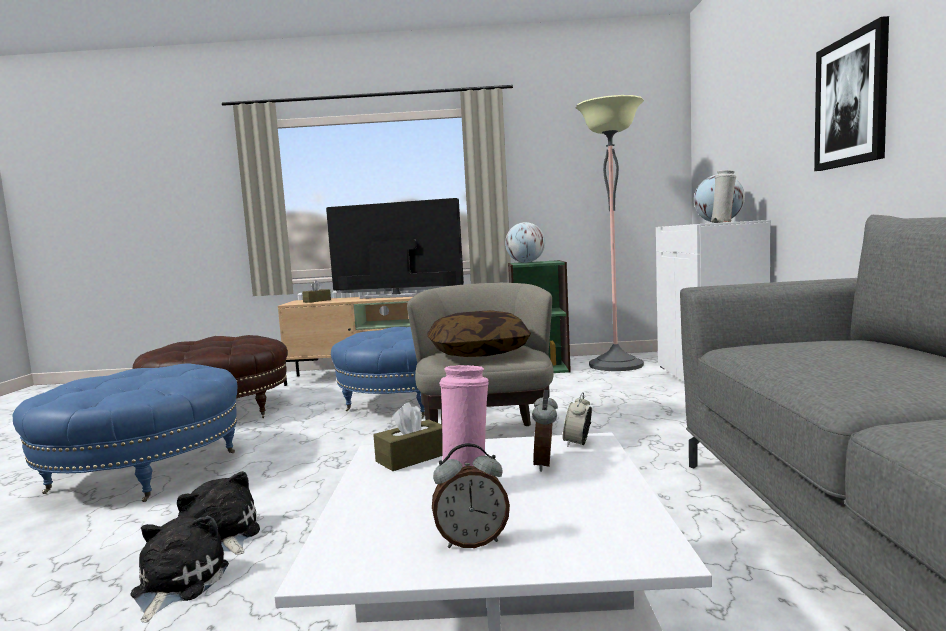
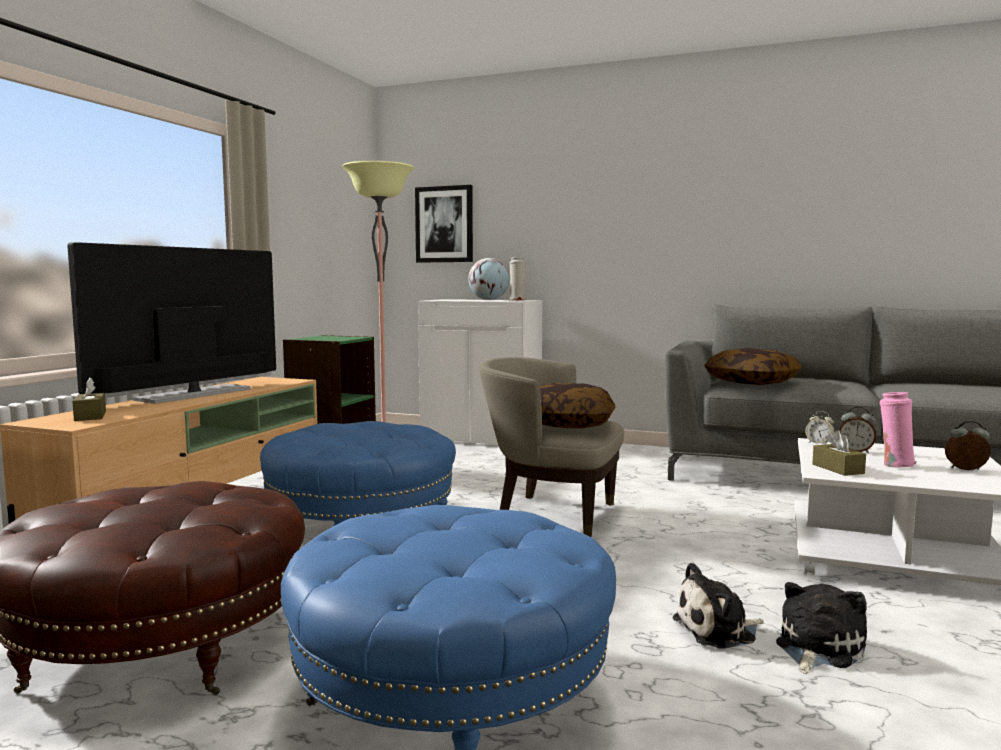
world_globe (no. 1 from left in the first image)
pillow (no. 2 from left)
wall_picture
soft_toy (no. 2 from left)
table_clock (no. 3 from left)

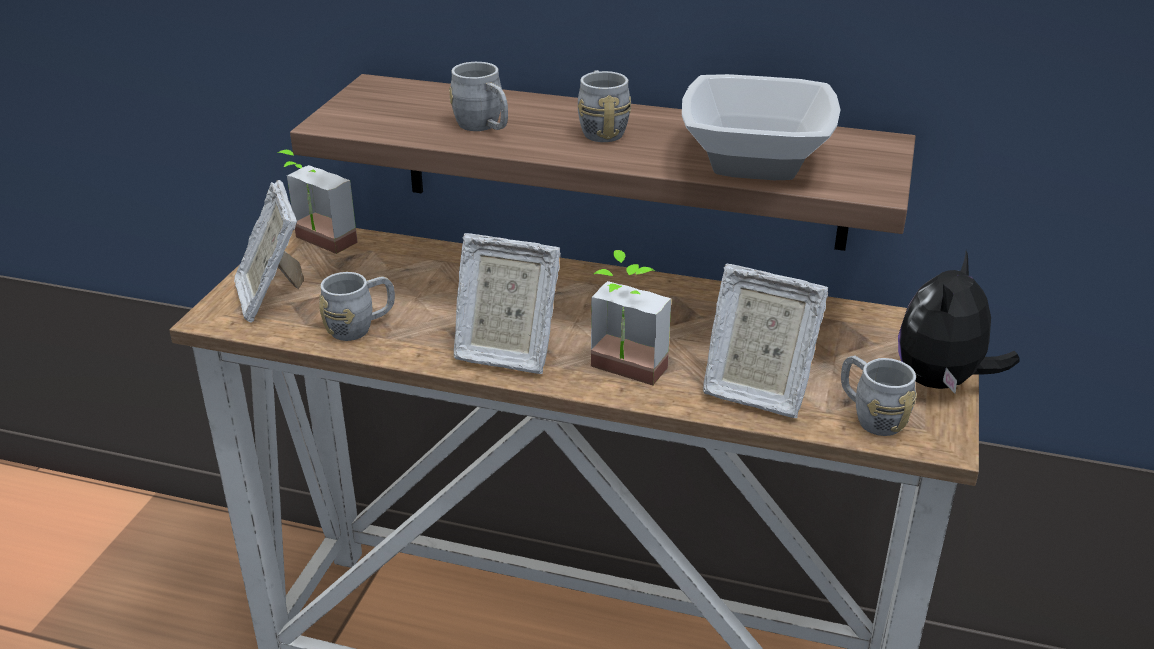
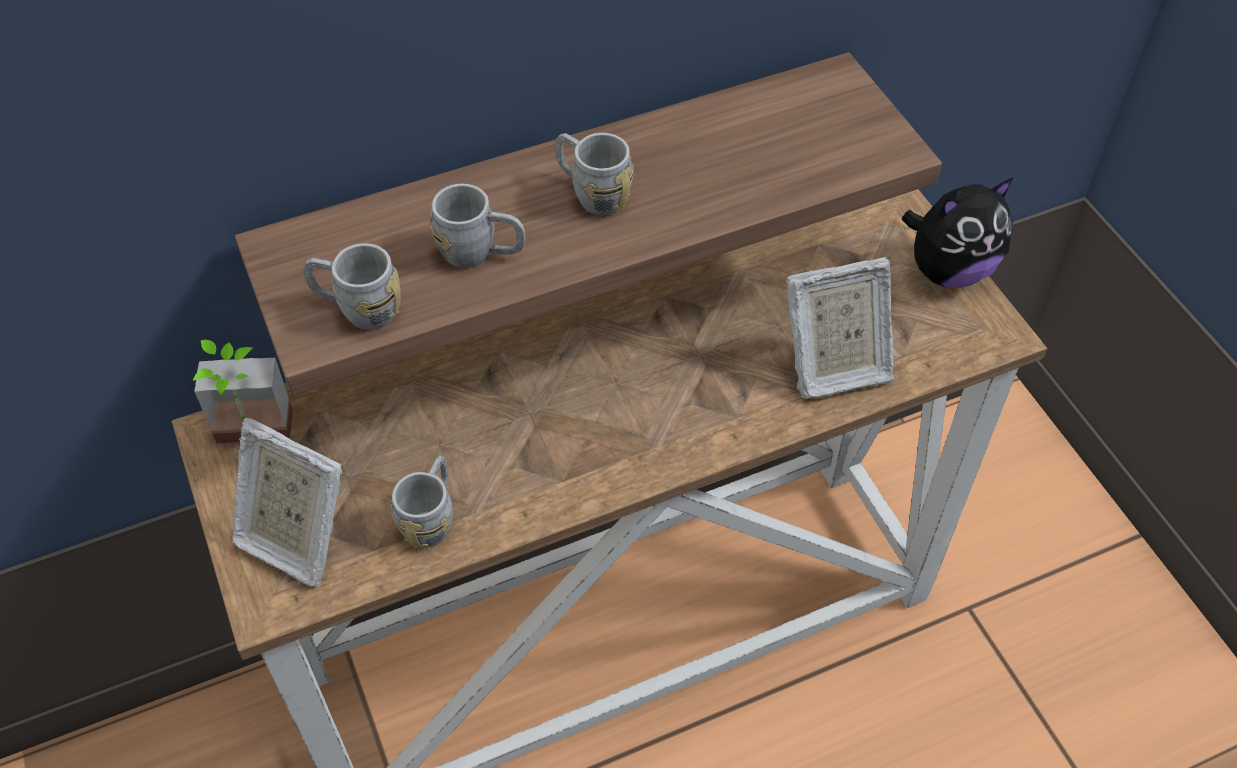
standing_frame (no. 2 from left in the first image)
plant_in_a_pot (no. 2 from left in the first image)
deep_dish
greyish_coffee_mug (no. 1 from left)
soft_toy

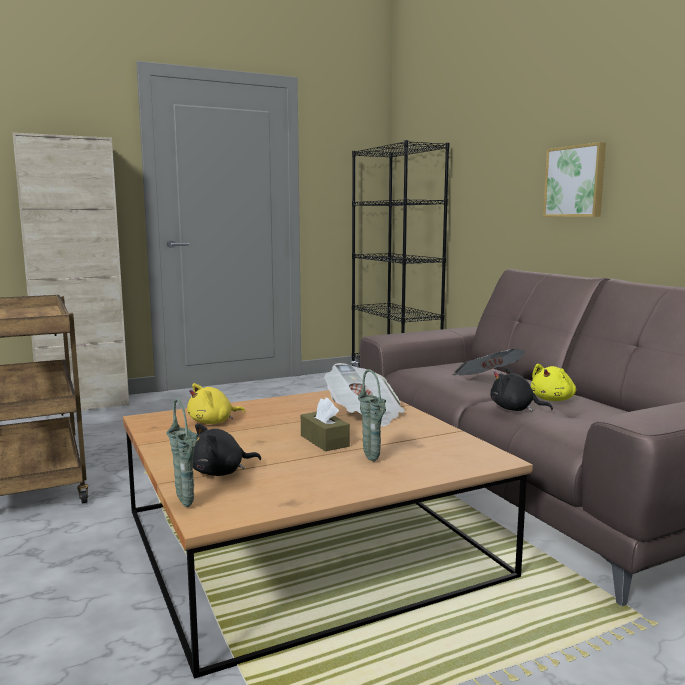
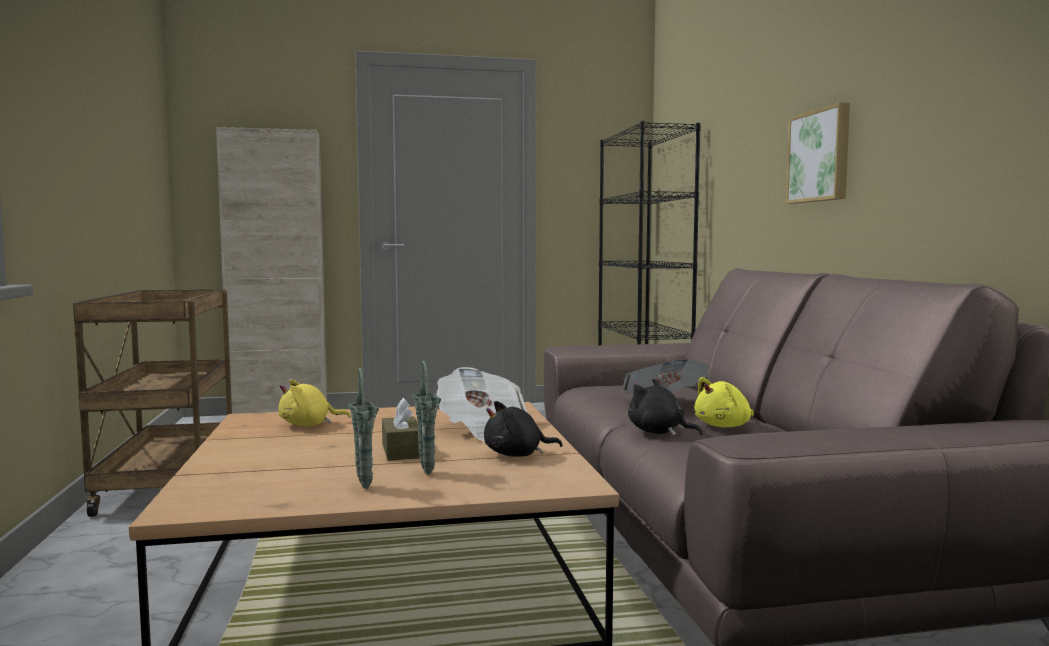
green_decorative_vase (no. 1 from left)
black-coloured_soft_toy (no. 1 from left)

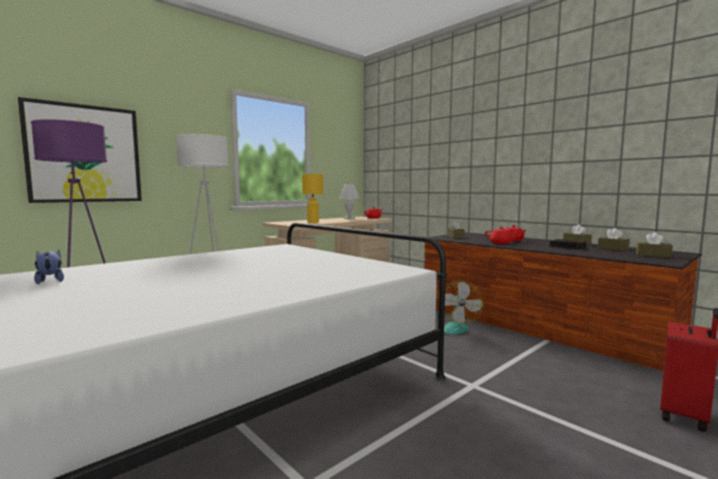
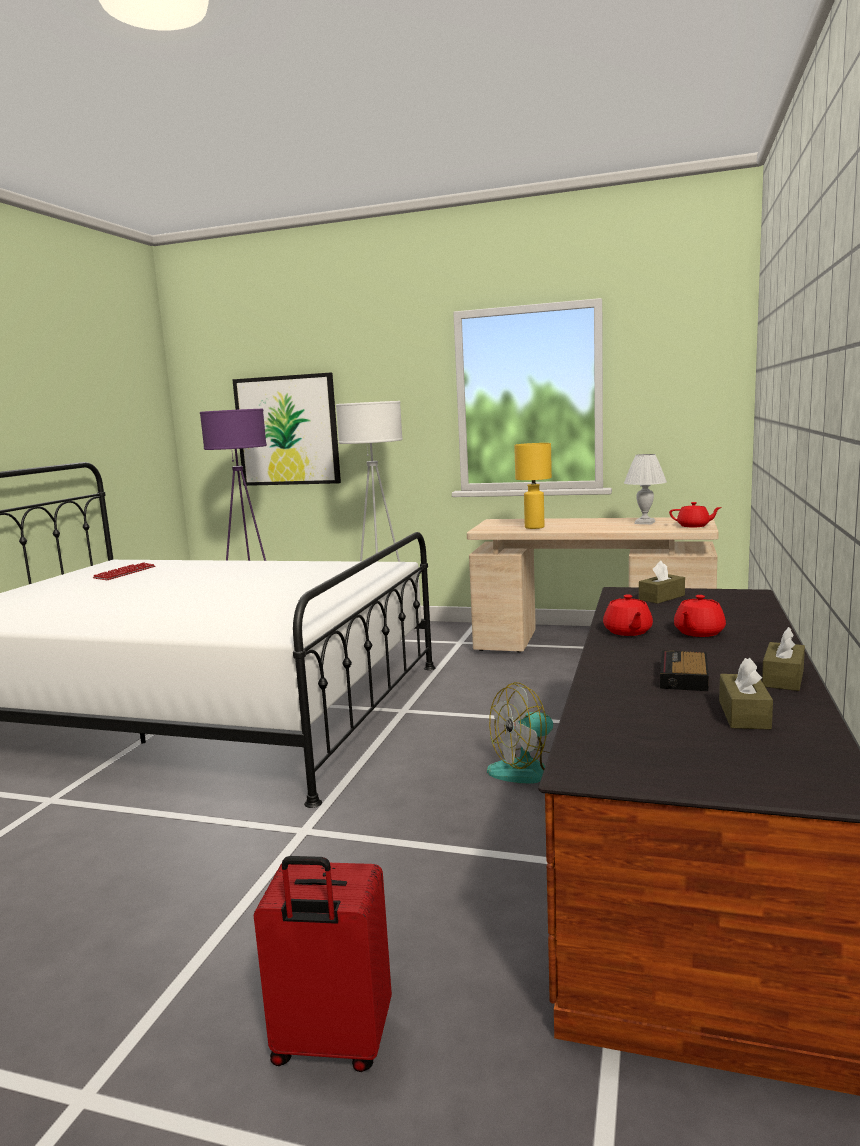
brown_tissue_box (no. 4 from left in the first image)
PC_keyboard

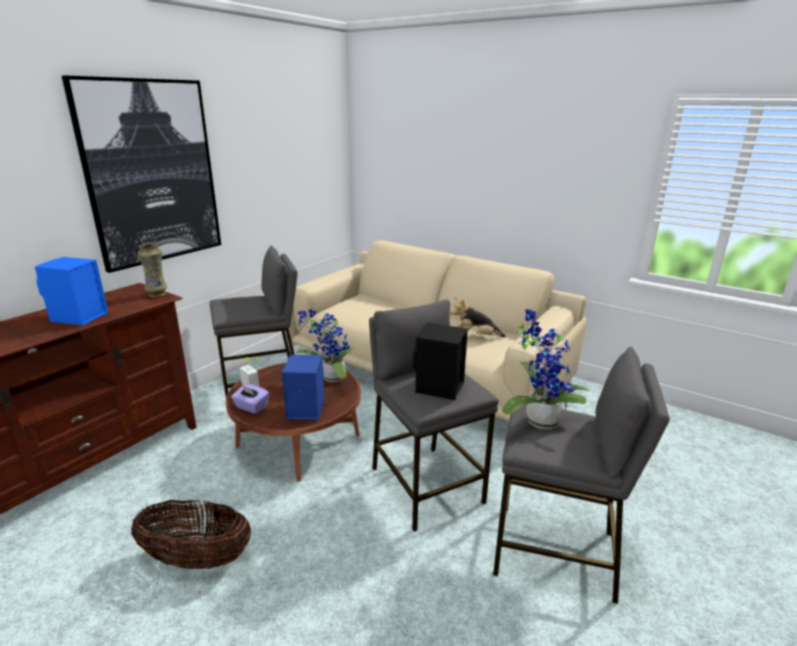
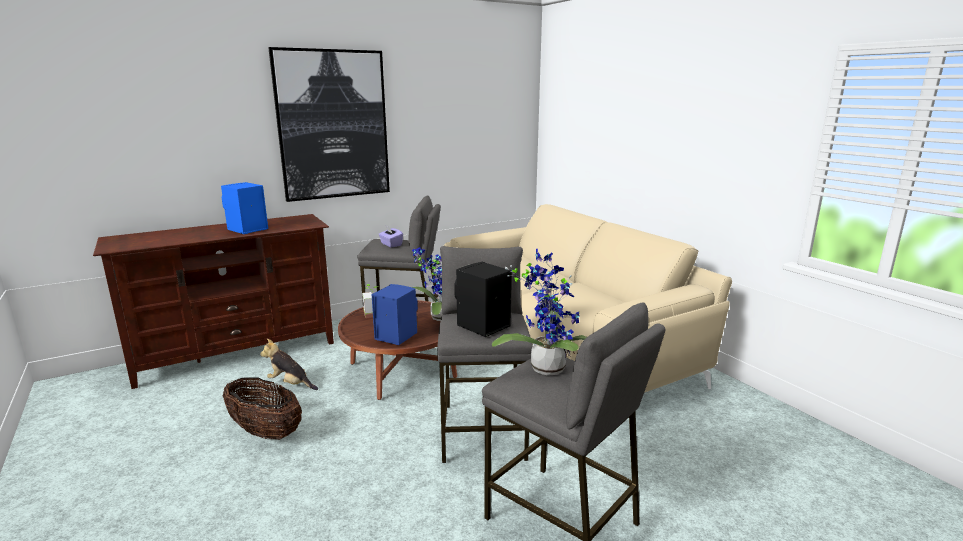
decorative_vase
purplish_tissue_box
soft_toy

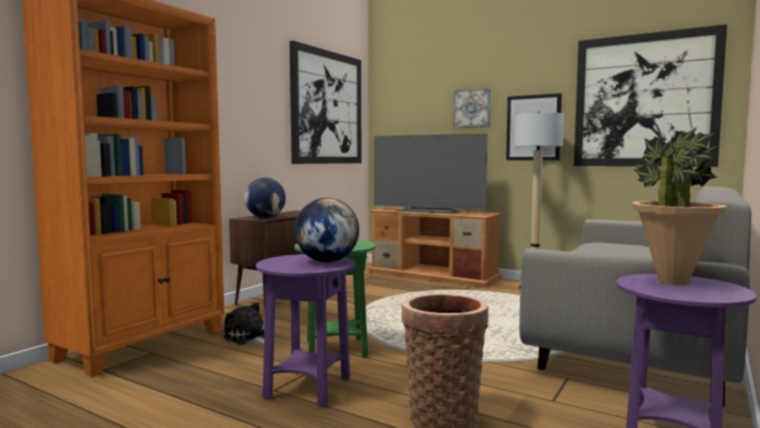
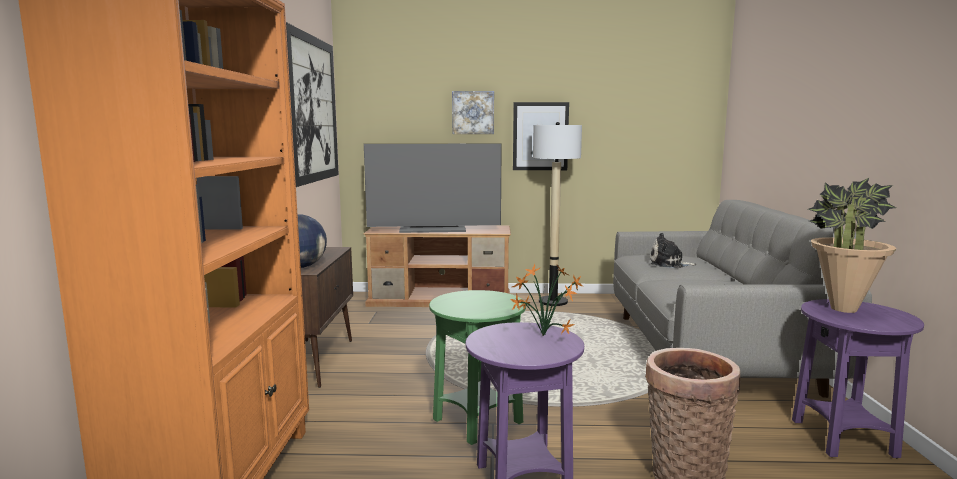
wall_picture (no. 4 from left in the first image)
soft_toy
plant_in_a_pot (no. 1 from left)

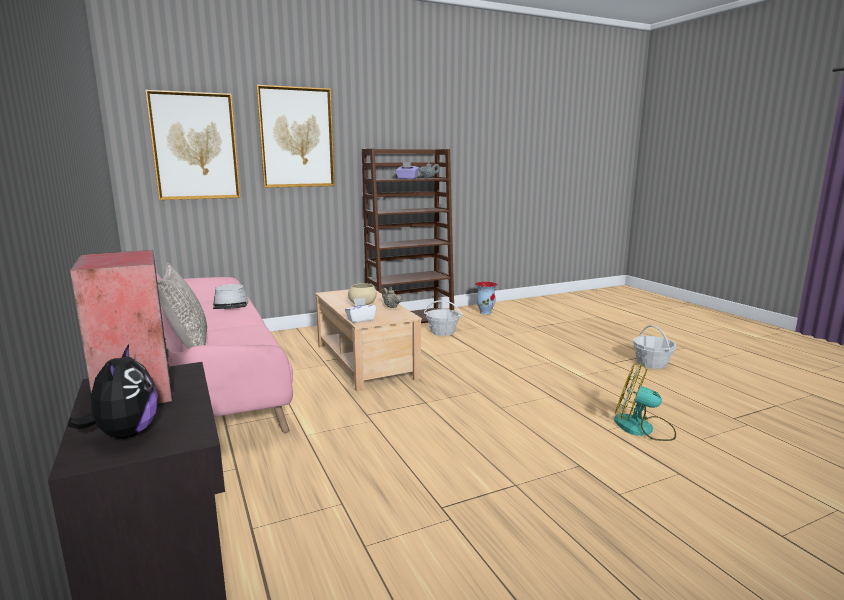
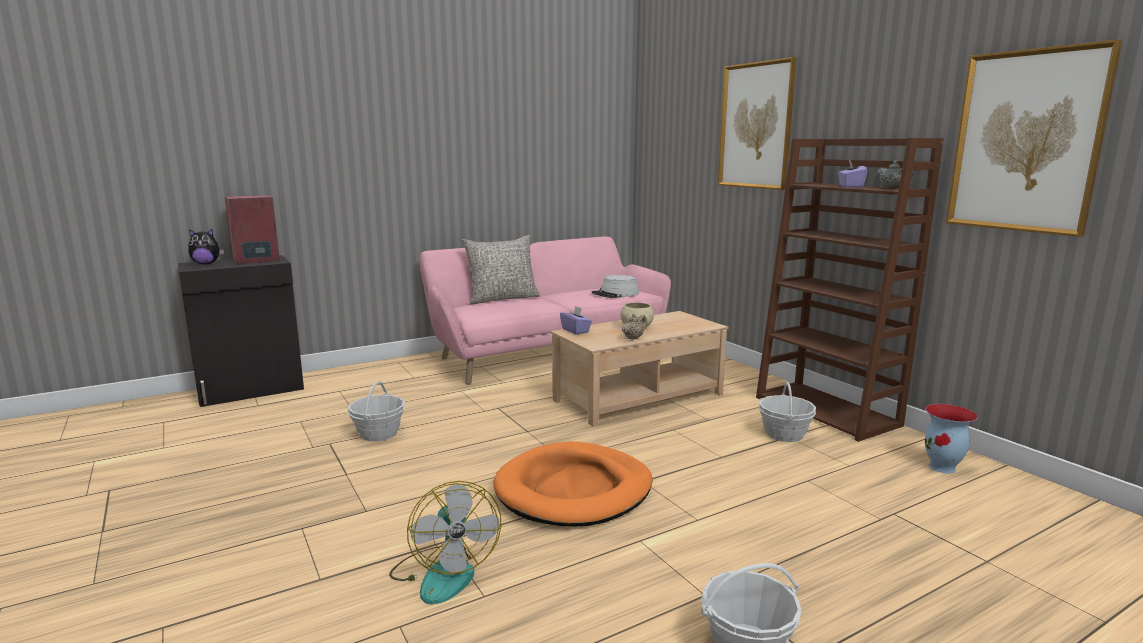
basket (no. 1 from left)
orangey_dog_bed
wall_picture (no. 2 from left)
purplish_tissue_box (no. 1 from left)
electric_fan

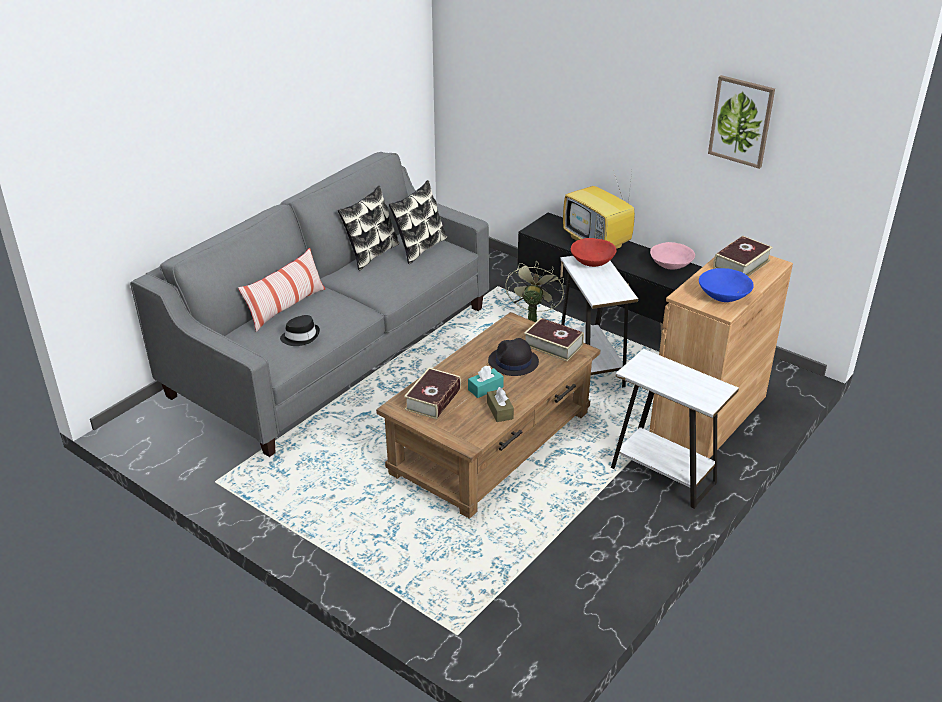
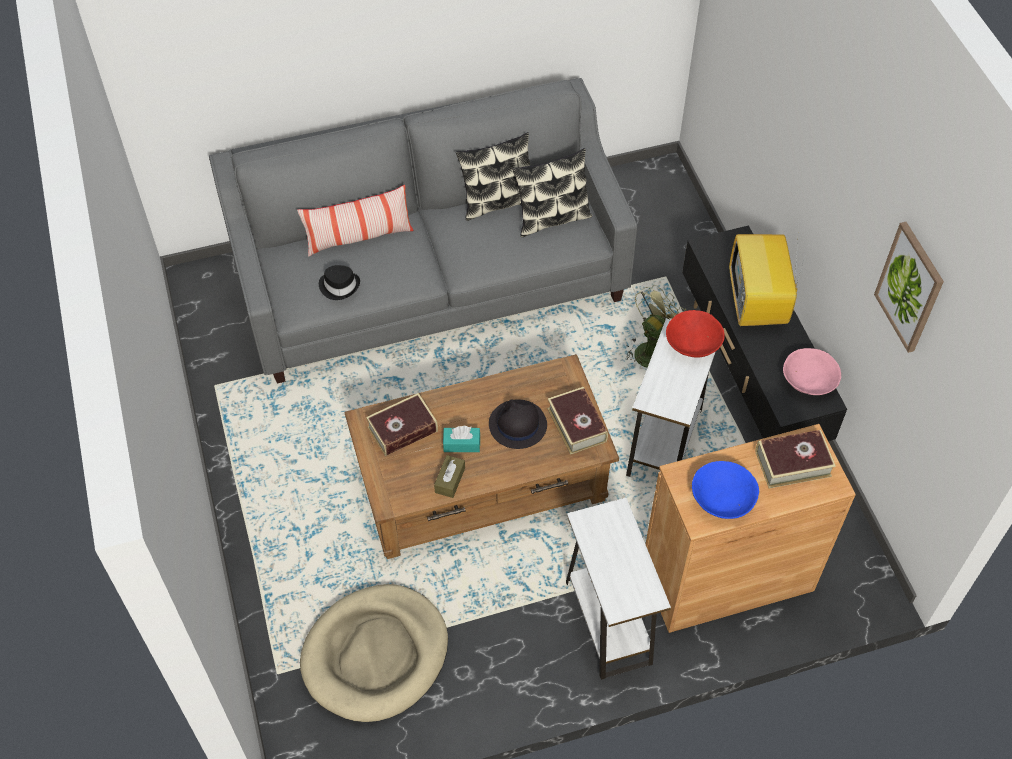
beige-coloured_dog_bed

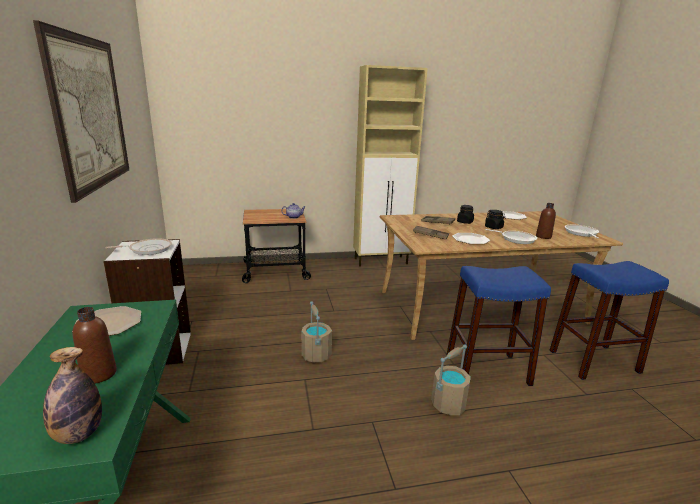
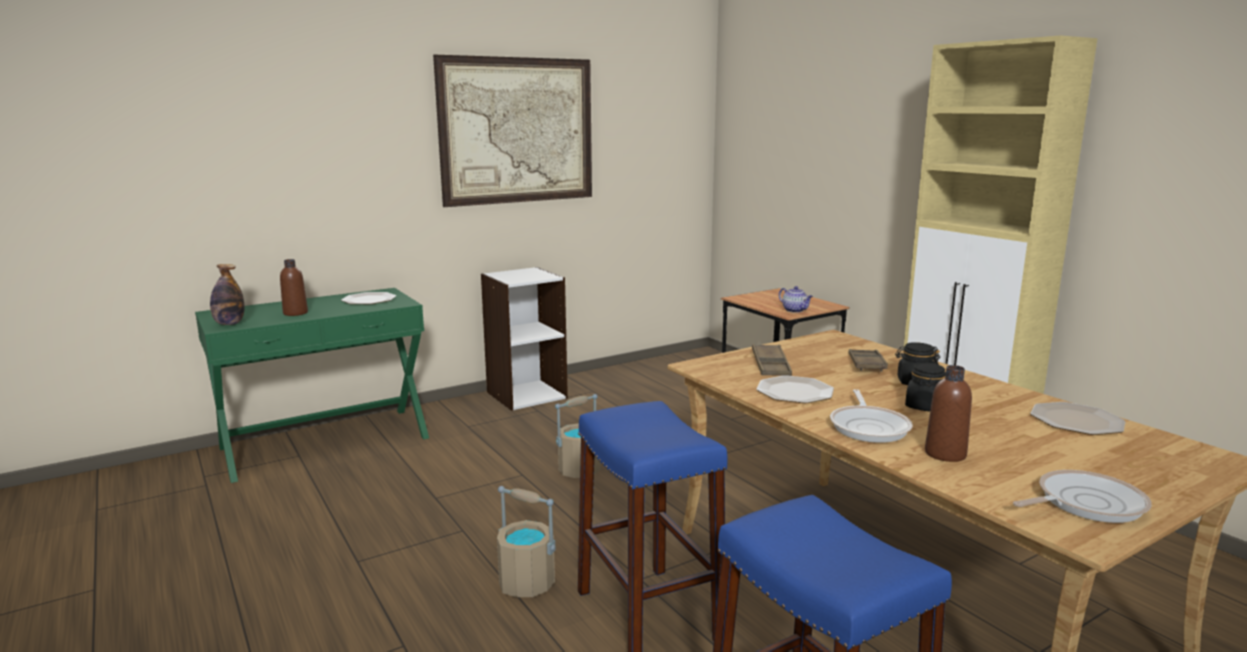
skillet (no. 1 from left in the first image)

